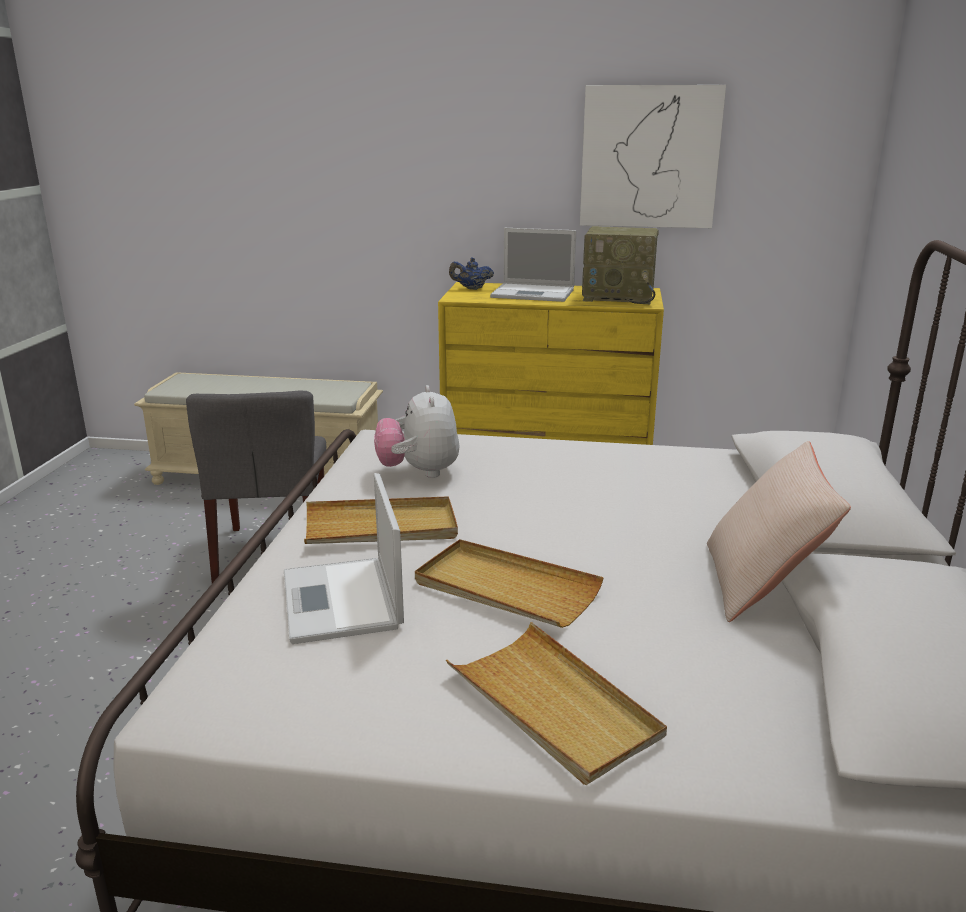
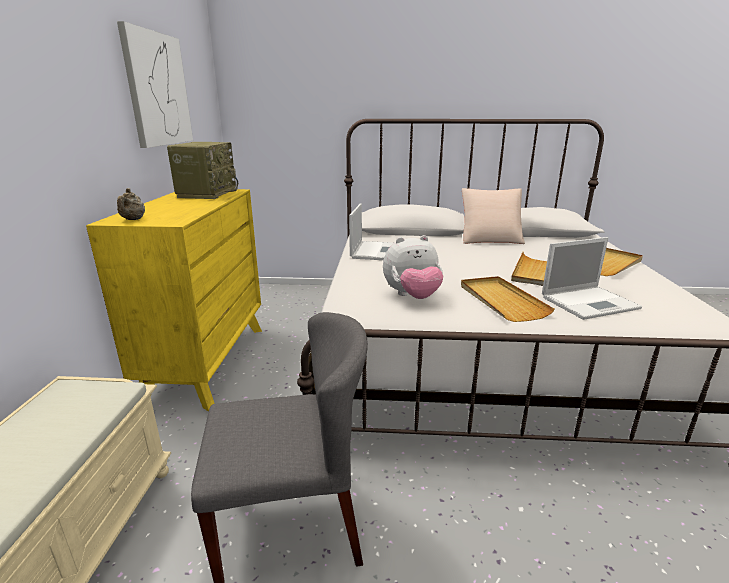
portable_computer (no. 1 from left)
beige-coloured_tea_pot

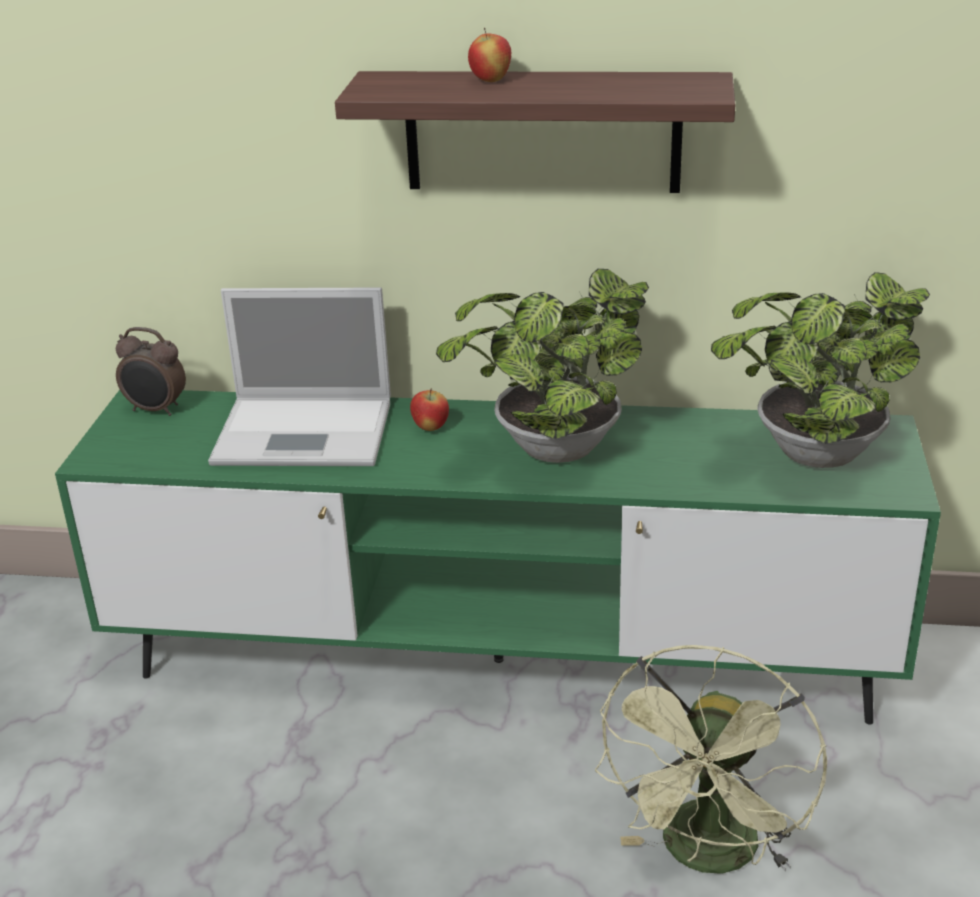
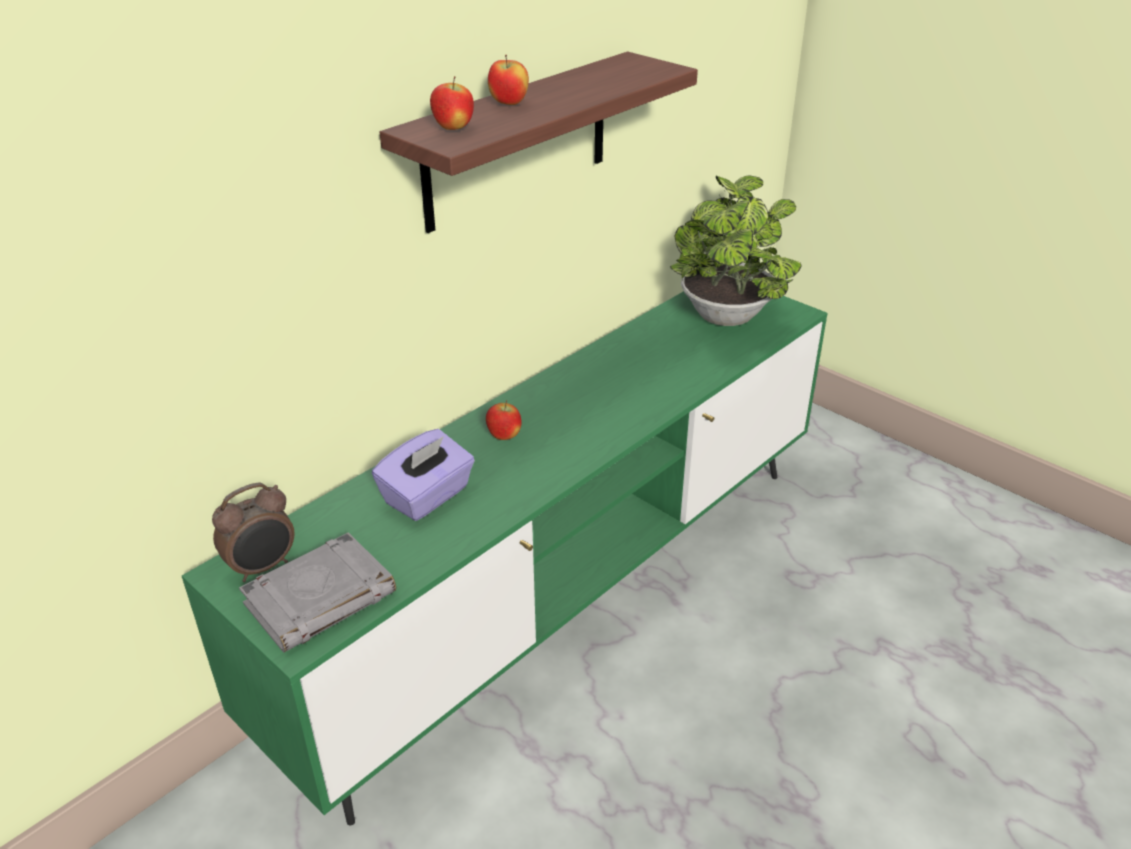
plant_in_a_pot (no. 1 from left in the first image)
green_electric_fan
greyish_volume
whole_apple (no. 1 from left)
purplish_tissue_box

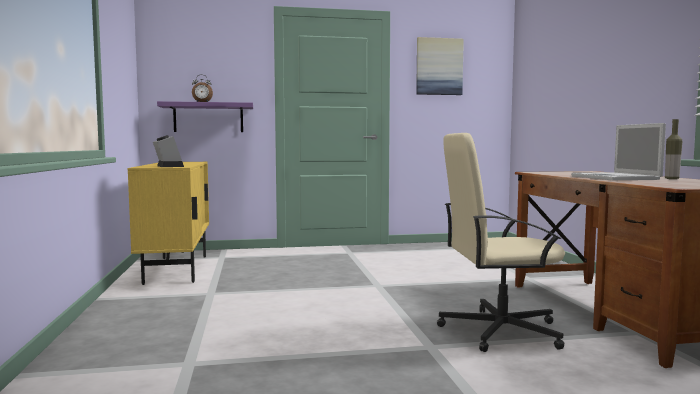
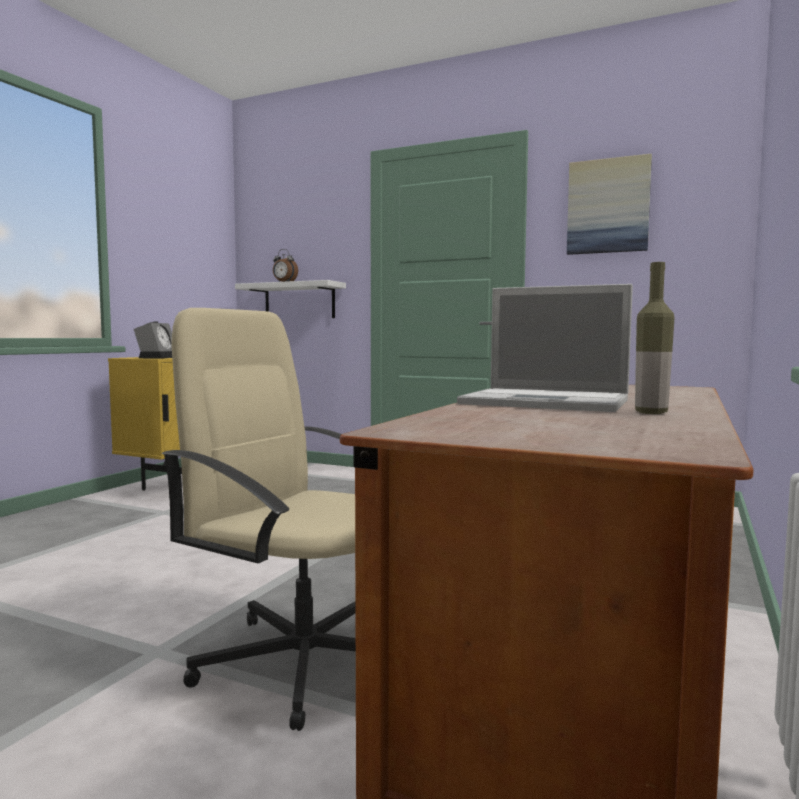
white-coloured_wall_shelf
portable_computer

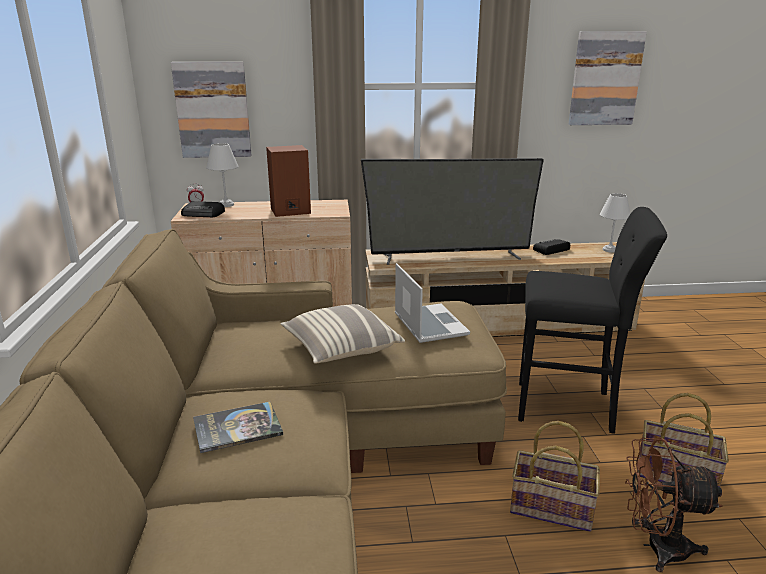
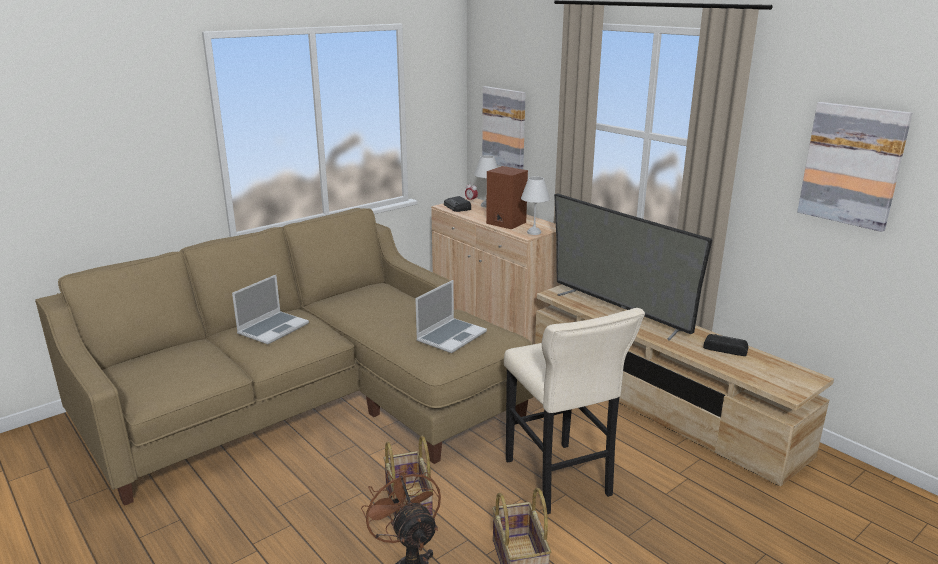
pillow
white-coloured_lamp_for_a_table (no. 2 from left)
portable_computer (no. 1 from left)
beige-coloured_stool_seat

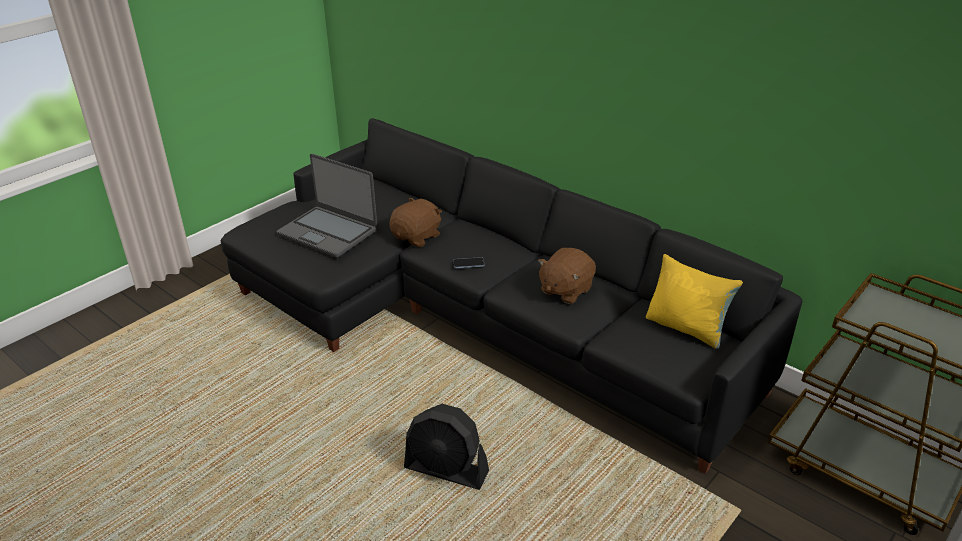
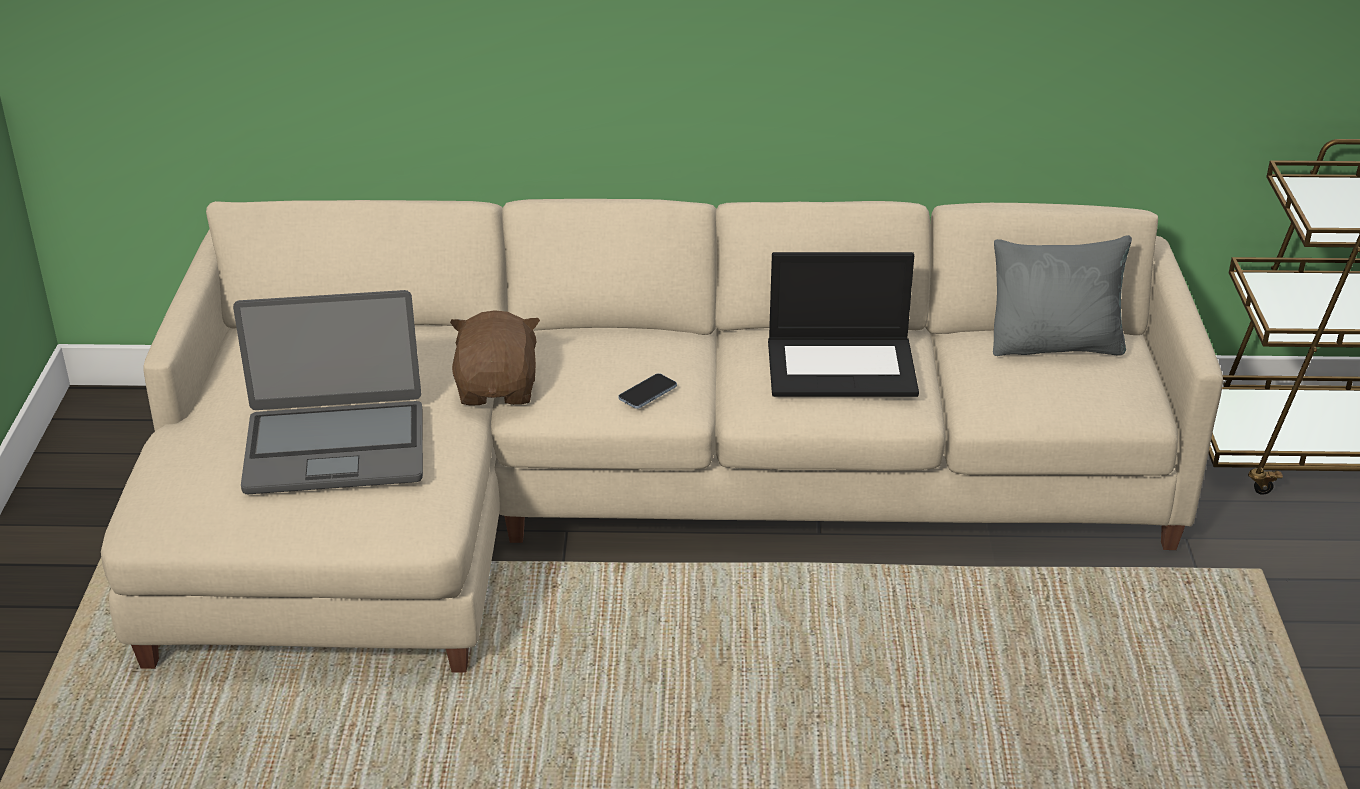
black-coloured_electric_fan
portable_computer (no. 2 from left)
beige-coloured_settee
greyish_pillow

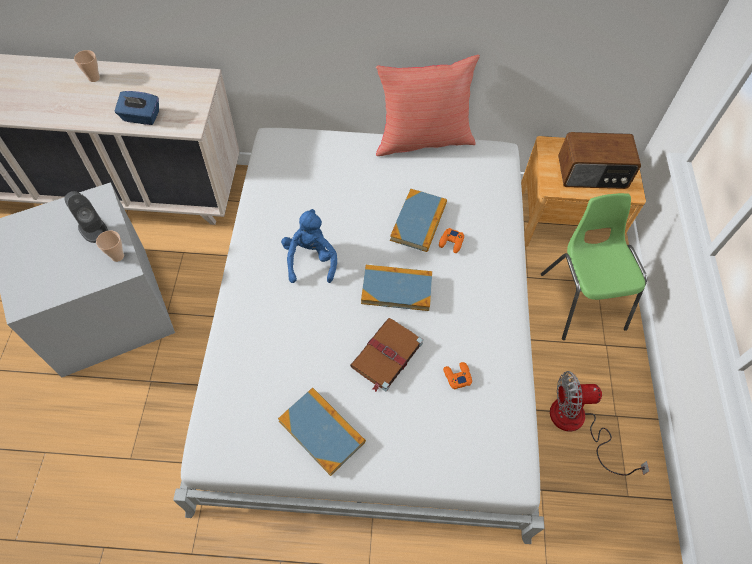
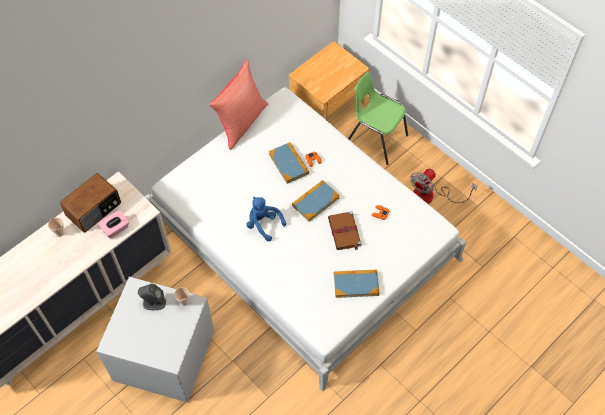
radio_set
pinkish_tissue_box

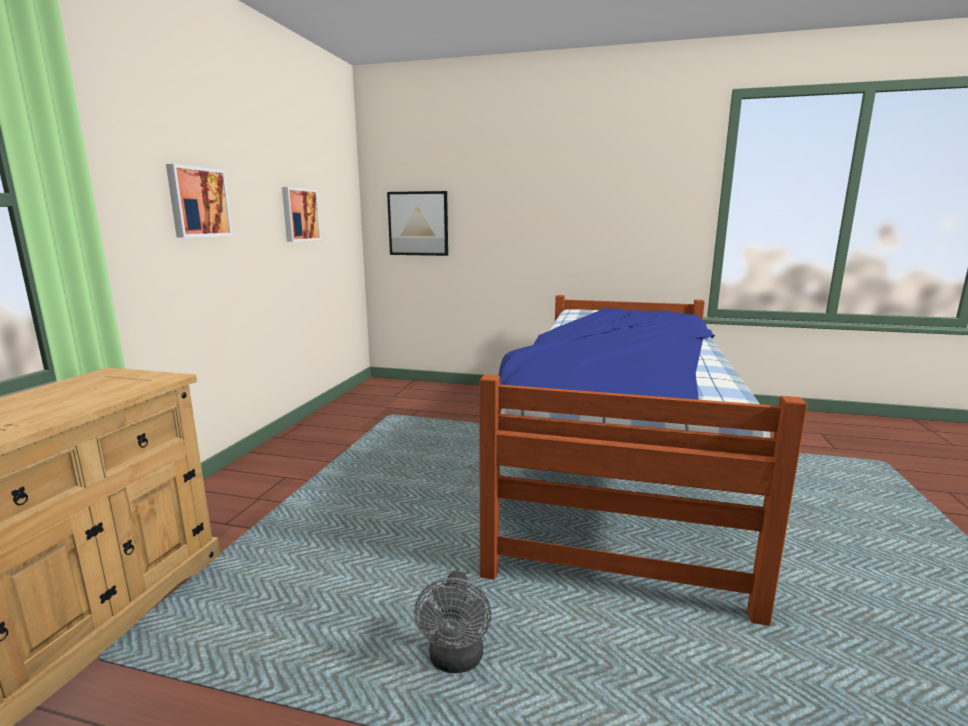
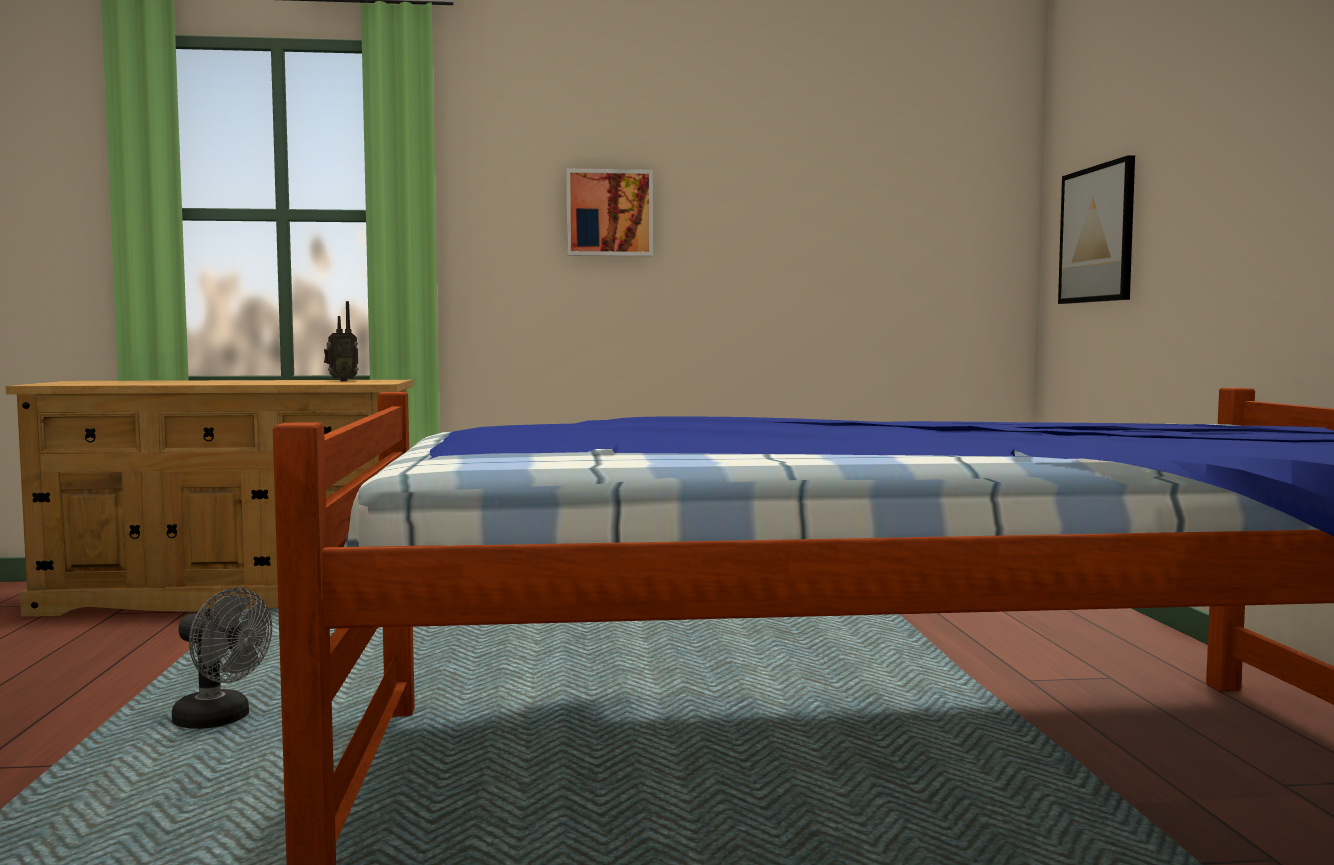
wall_picture (no. 2 from left in the first image)
radio_set
greyish_electric_fan

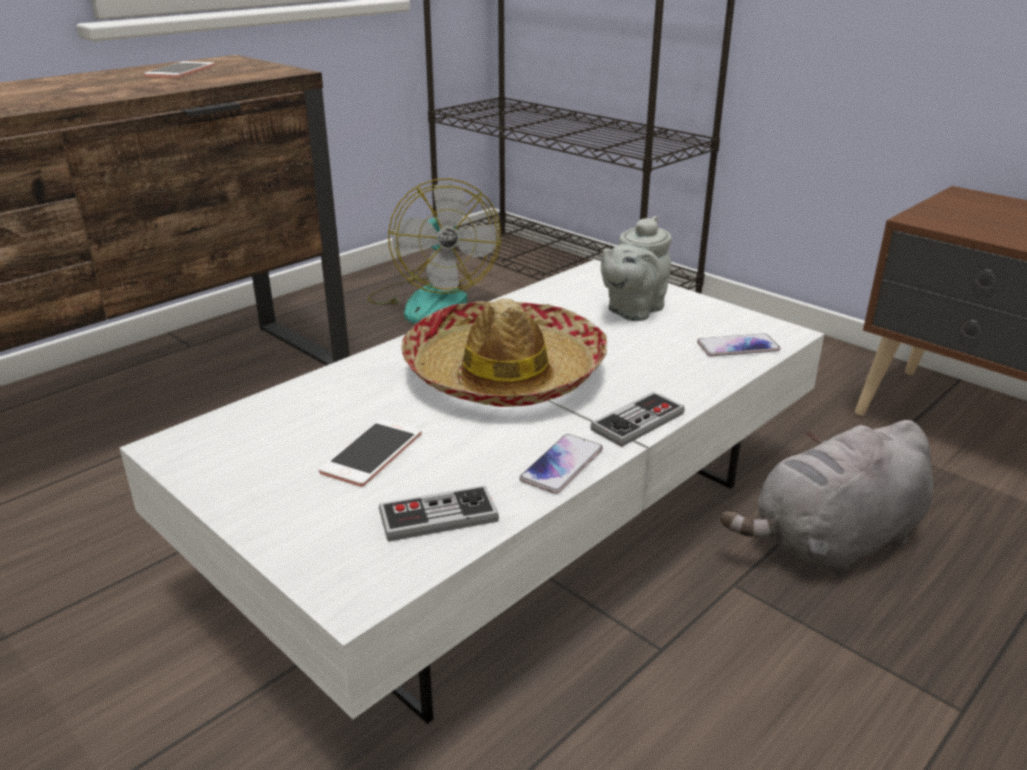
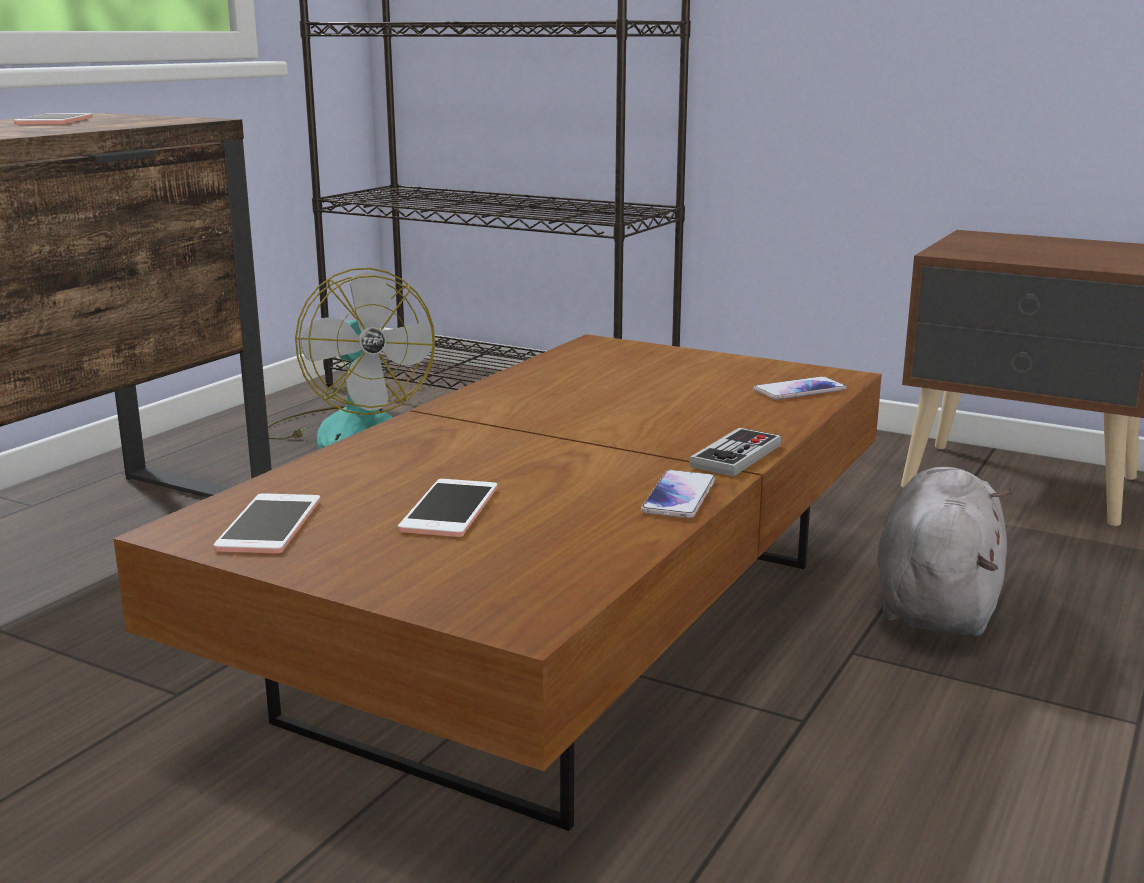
gamepad (no. 1 from left in the first image)
wearable_hat
greyish_tea_pot
handset (no. 2 from left)
brown_coffee_table
greyish_soft_toy

